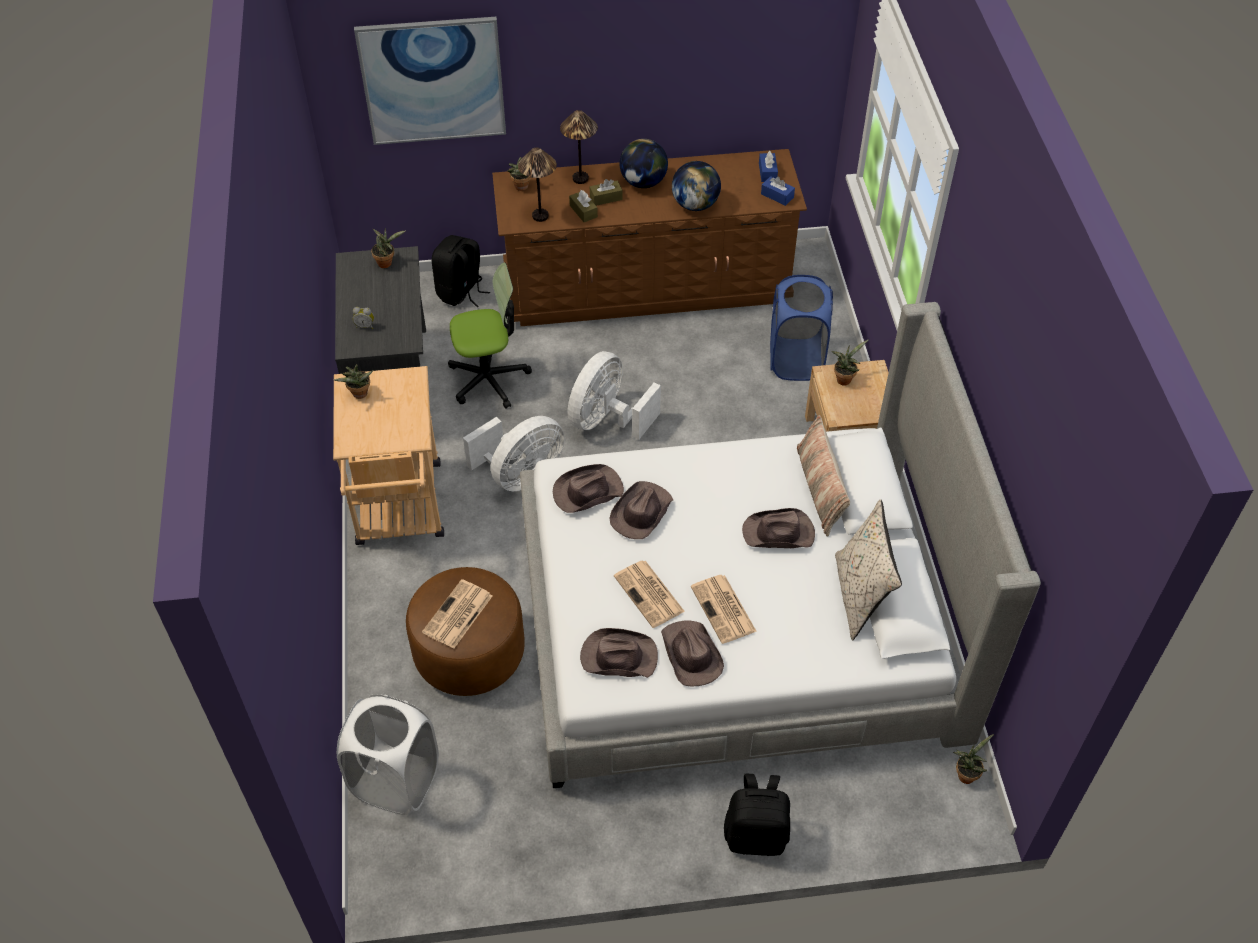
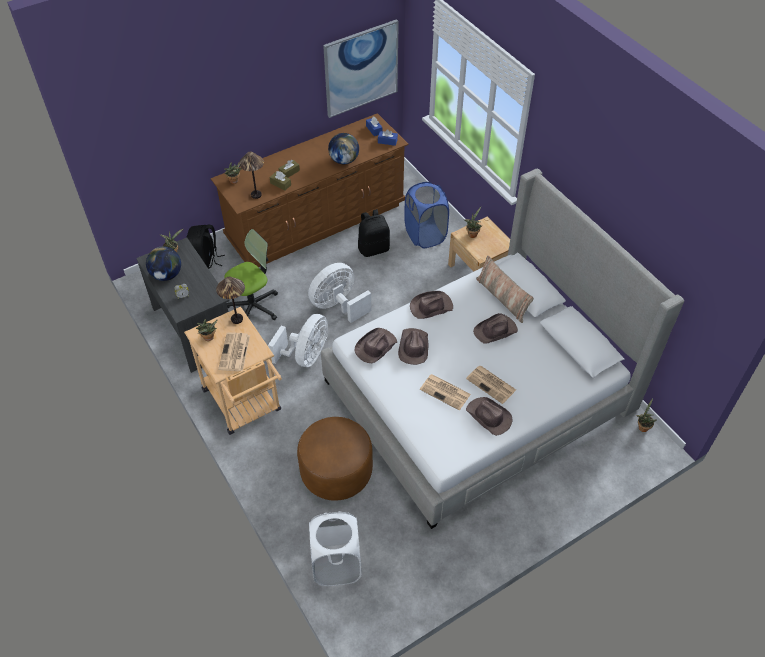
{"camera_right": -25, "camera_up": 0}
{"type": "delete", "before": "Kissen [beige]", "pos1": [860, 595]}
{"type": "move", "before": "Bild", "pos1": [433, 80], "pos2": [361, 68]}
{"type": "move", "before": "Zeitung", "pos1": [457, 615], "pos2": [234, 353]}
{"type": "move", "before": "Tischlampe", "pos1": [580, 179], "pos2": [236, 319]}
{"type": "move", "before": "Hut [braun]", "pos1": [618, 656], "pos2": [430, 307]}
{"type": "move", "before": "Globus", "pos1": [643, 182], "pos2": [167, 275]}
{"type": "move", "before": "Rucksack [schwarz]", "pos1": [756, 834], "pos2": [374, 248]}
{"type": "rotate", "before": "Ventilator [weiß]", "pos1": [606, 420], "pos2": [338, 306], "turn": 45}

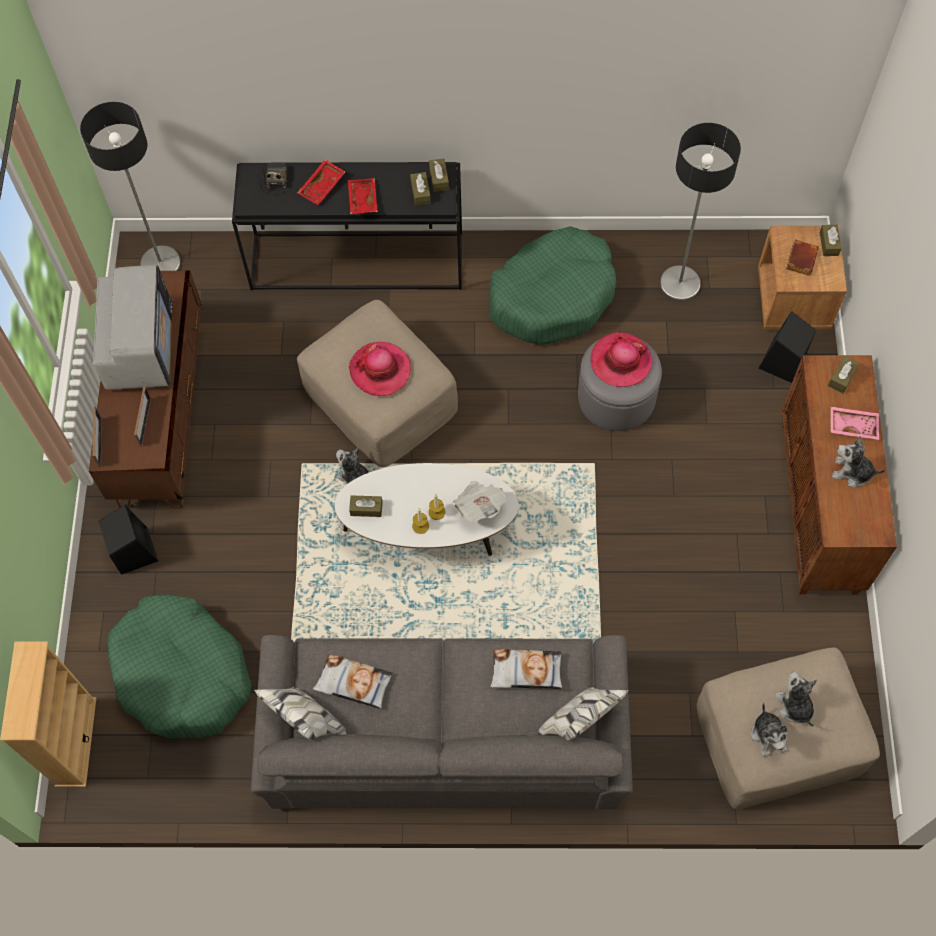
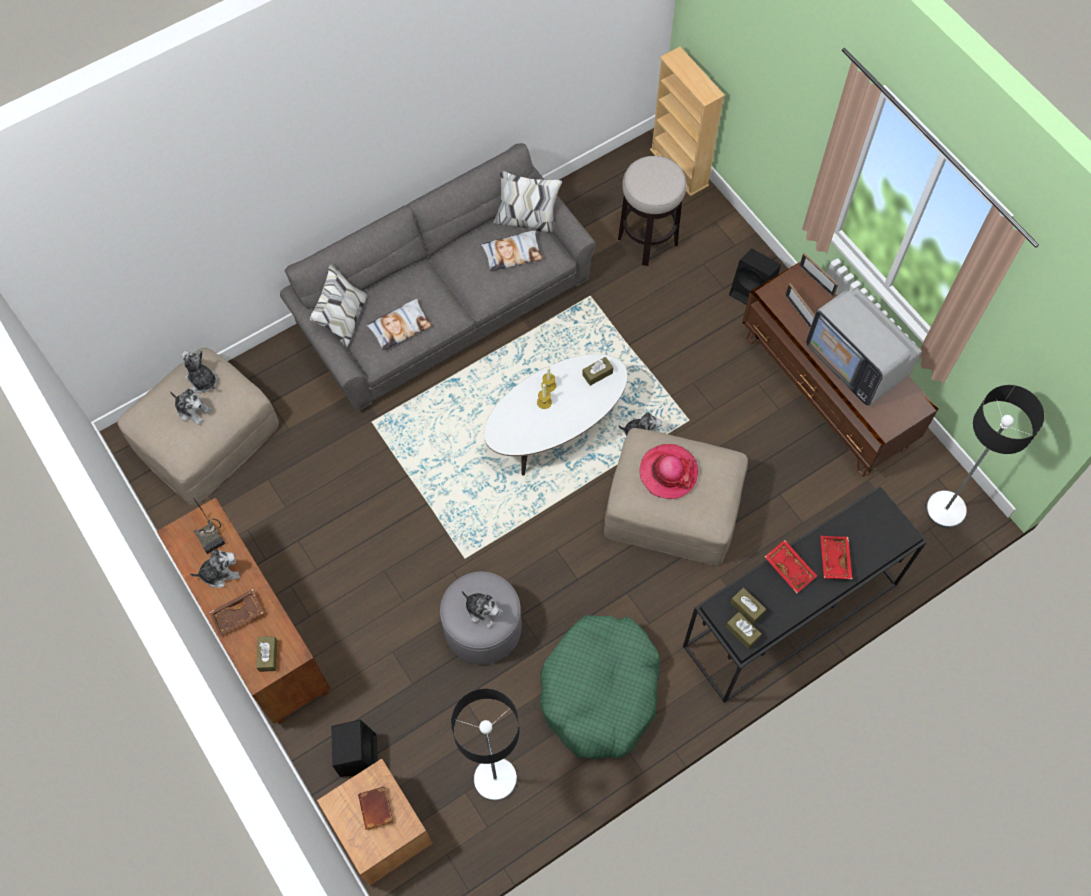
{"camera_right": 145, "camera_up": 0}
{"type": "delete", "before": "Zeitung", "pos1": [479, 506]}
{"type": "delete", "before": "Taschentuchbox [braun]", "pos1": [829, 244]}
{"type": "move", "before": "Radio", "pos1": [274, 179], "pos2": [212, 536]}
{"type": "replace", "before": "Hundebett [grün]", "after": "Hocker", "pos1": [182, 674], "pos2": [648, 240]}
{"type": "replace", "before": "Hut", "after": "Plüschtier", "pos1": [620, 361], "pos2": [483, 610]}
{"type": "recolor", "before": "Tablett [rosa]", "after": "Tablett [braun]", "pos1": [853, 425], "pos2": [238, 615]}

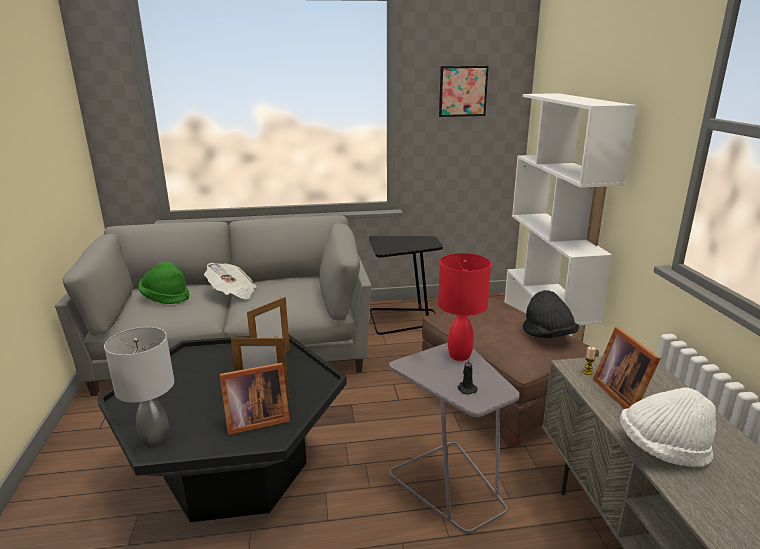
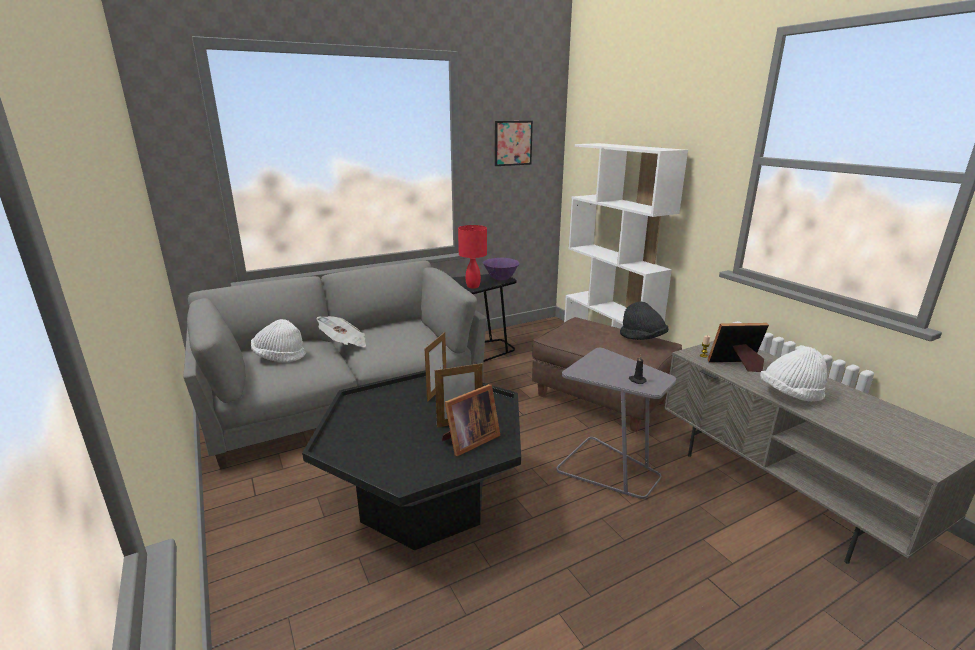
{"camera_right": -20, "camera_up": 0}
{"type": "delete", "before": "Tischlampe [grau]", "pos1": [155, 439]}
{"type": "insert", "after": "Schüssel [lila]", "pos2": [501, 279]}
{"type": "move", "before": "Tischlampe [rot]", "pos1": [460, 355], "pos2": [473, 286]}
{"type": "recolor", "before": "Hut [grün]", "after": "Hut [weiß]", "pos1": [165, 297], "pos2": [279, 356]}
{"type": "rotate", "before": "Bilderrahmen", "pos1": [622, 393], "pos2": [737, 365], "turn": 120}

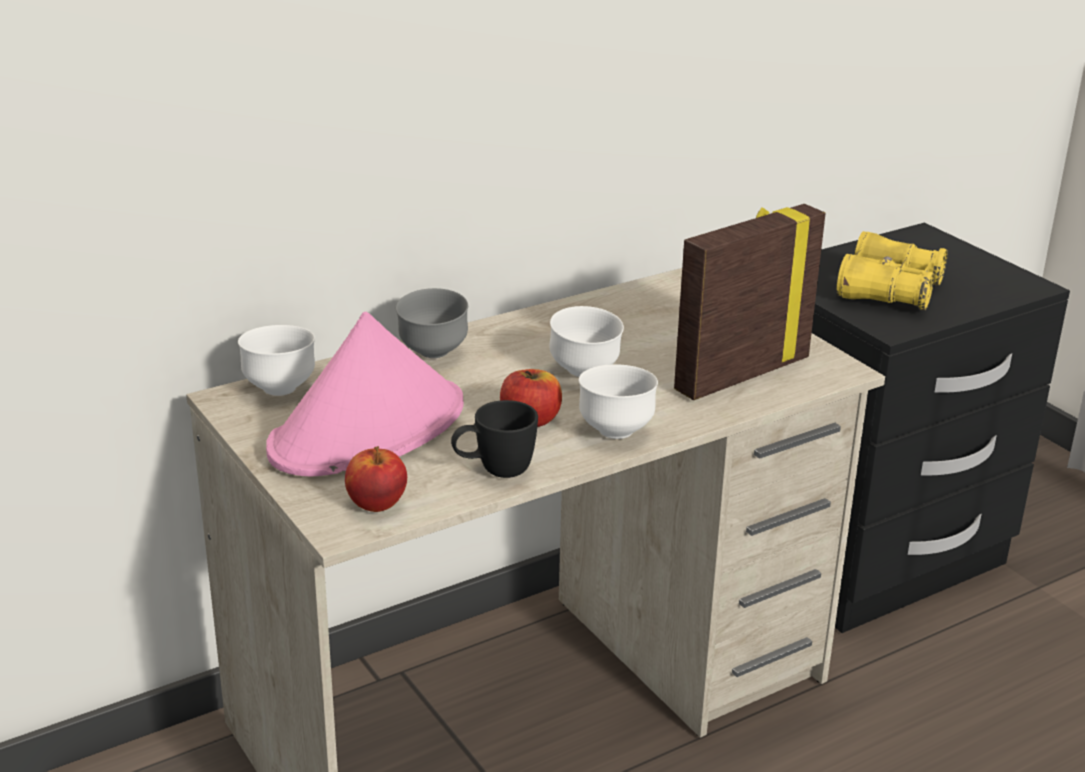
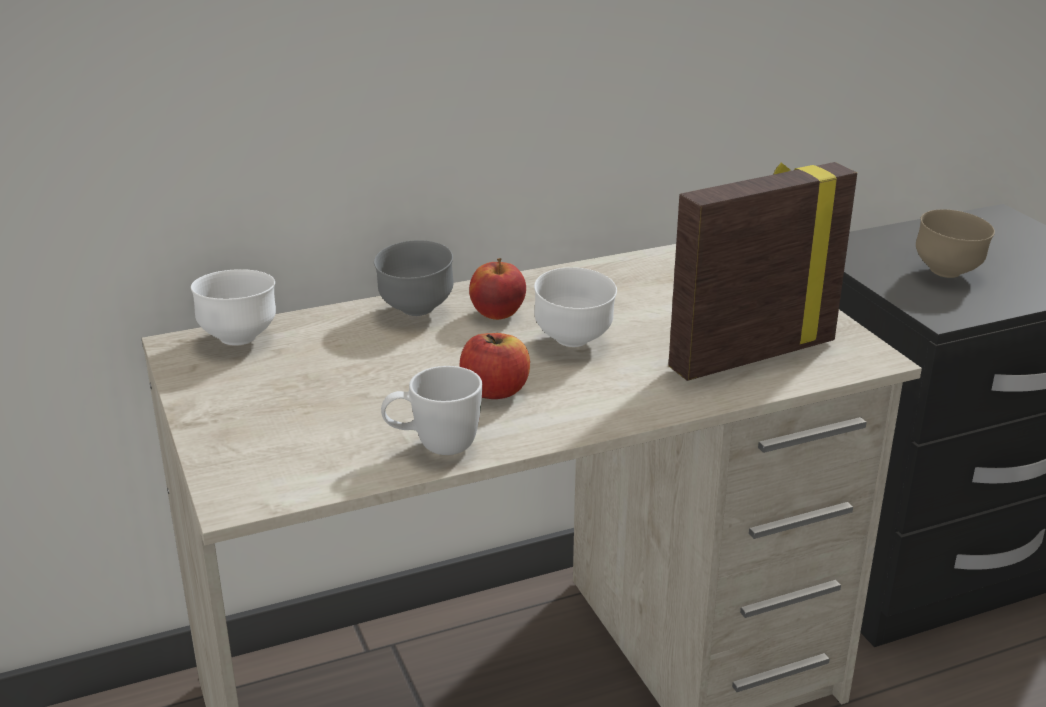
{"camera_right": 10, "camera_up": 0}
{"type": "delete", "before": "Hut [rosa]", "pos1": [369, 429]}
{"type": "delete", "before": "Schüssel [weiß]", "pos1": [615, 431]}
{"type": "move", "before": "Apfel", "pos1": [376, 504], "pos2": [497, 314]}
{"type": "replace", "before": "Fernglas [gelb]", "after": "Schüssel [braun]", "pos1": [889, 291], "pos2": [948, 273]}
{"type": "recolor", "before": "Henkelbecher [schwarz]", "after": "Henkelbecher [weiß]", "pos1": [494, 472], "pos2": [433, 447]}

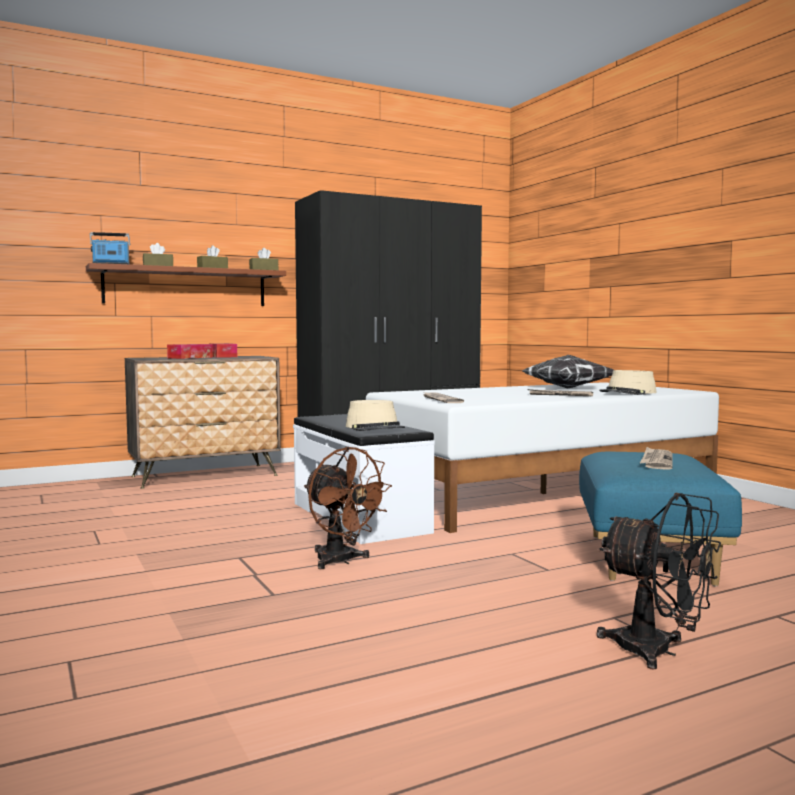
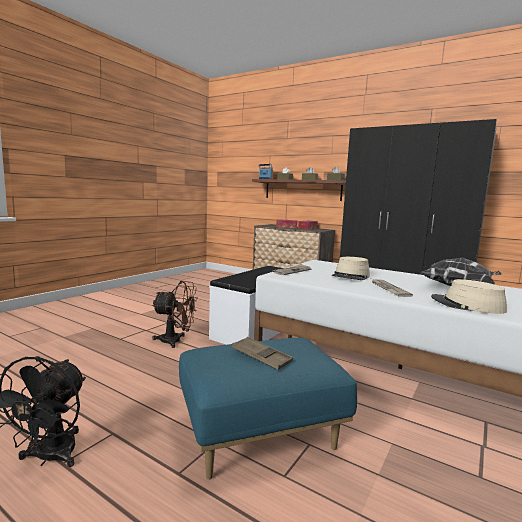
{"camera_right": 60, "camera_up": 5}
{"type": "move", "before": "Hut [beige]", "pos1": [375, 428], "pos2": [351, 276]}
{"type": "replace", "before": "Zeitung", "after": "Tablett [braun]", "pos1": [656, 461], "pos2": [261, 357]}
{"type": "rotate", "before": "Ventilator [braun]", "pos1": [341, 561], "pos2": [176, 341], "turn": -105}

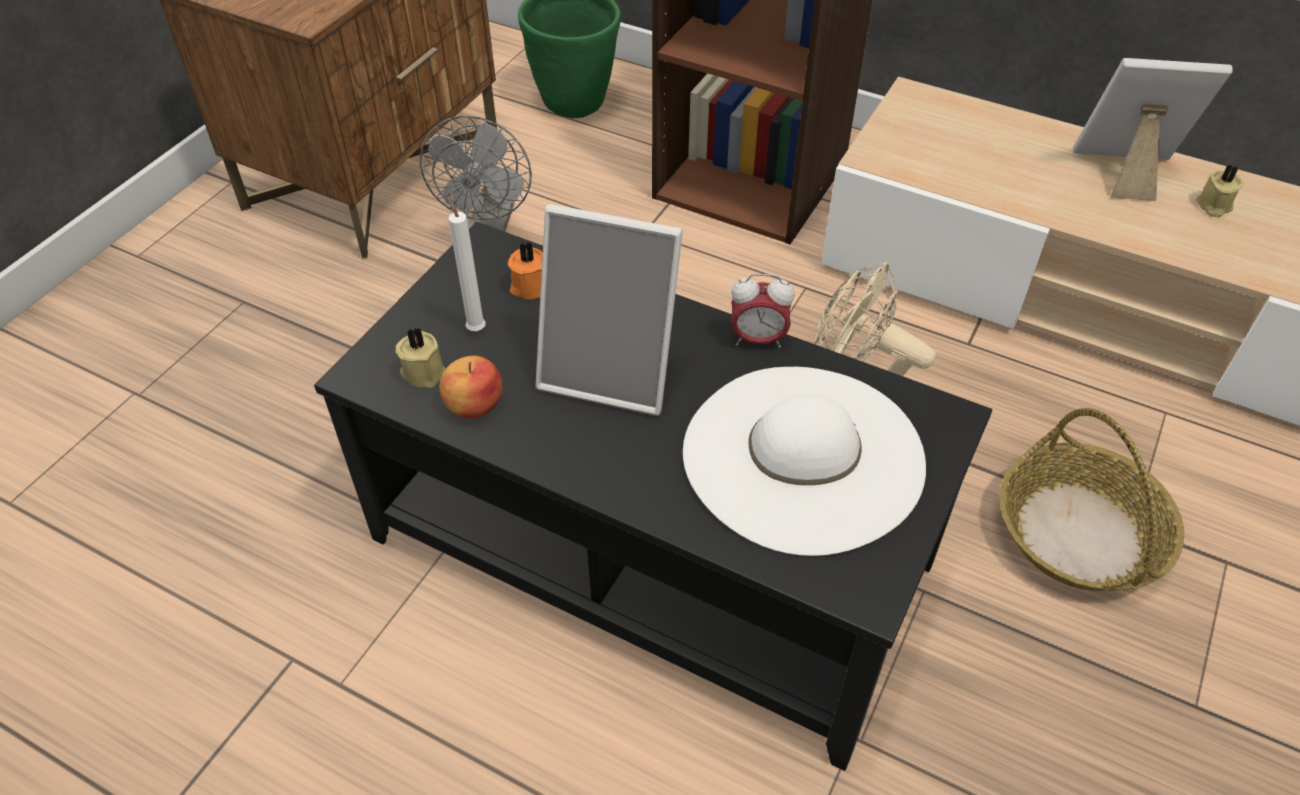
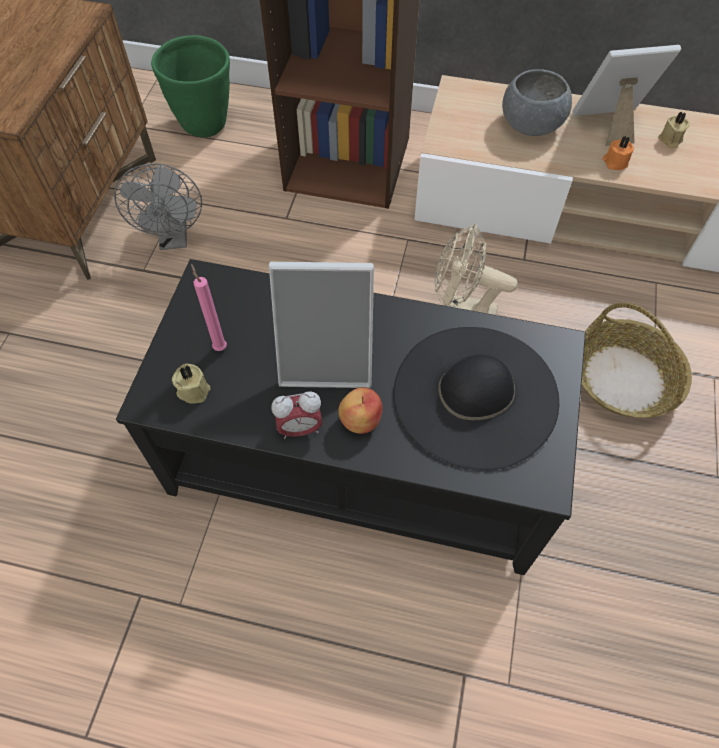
{"camera_right": -15, "camera_up": 10}
{"type": "insert", "after": "Schüssel [grau]", "pos2": [531, 124]}
{"type": "move", "before": "Apfel", "pos1": [474, 404], "pos2": [360, 419]}
{"type": "move", "before": "Kerze [orange]", "pos1": [529, 285], "pos2": [614, 162]}
{"type": "move", "before": "Wecker", "pos1": [758, 339], "pos2": [300, 429]}
{"type": "recolor", "before": "Kerze [weiß]", "after": "Kerze [rosa]", "pos1": [476, 328], "pos2": [219, 346]}
{"type": "recolor", "before": "Hut [weiß]", "after": "Hut [schwarz]", "pos1": [803, 456], "pos2": [475, 395]}

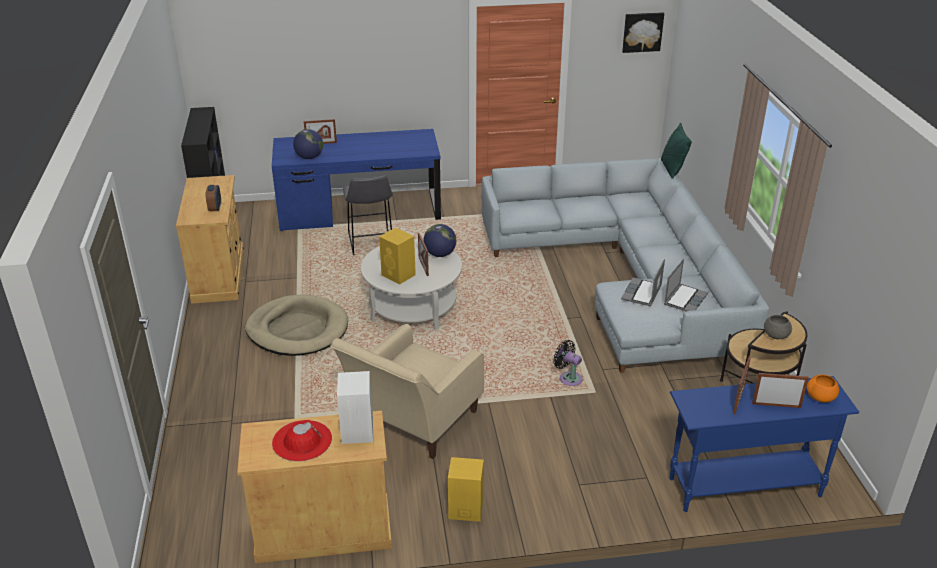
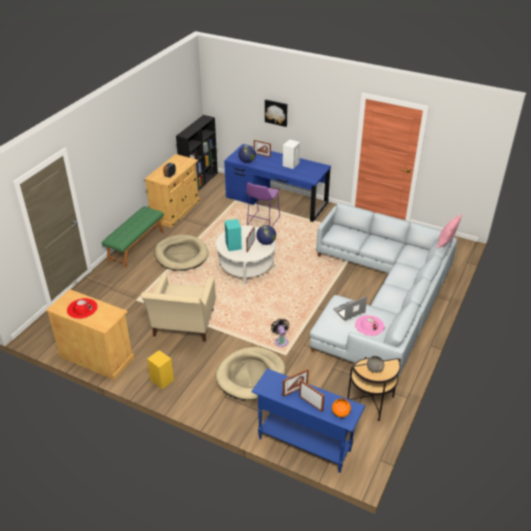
{"camera_right": 35, "camera_up": 5}
{"type": "insert", "after": "Bank [grün]", "pos2": [136, 246]}
{"type": "insert", "after": "Hundebett [beige]", "pos2": [250, 375]}
{"type": "move", "before": "Lautsprecher [weiß]", "pos1": [357, 430], "pos2": [291, 164]}
{"type": "move", "before": "Bild", "pos1": [642, 32], "pos2": [276, 112]}
{"type": "replace", "before": "Laptop", "after": "Hut [rosa]", "pos1": [685, 299], "pos2": [369, 325]}
{"type": "recolor", "before": "Hocker [grau]", "after": "Hocker [lila]", "pos1": [370, 243], "pos2": [262, 222]}
{"type": "recolor", "before": "Lautsprecher [gelb]", "after": "Lautsprecher [türkis]", "pos1": [399, 275], "pos2": [233, 246]}
{"type": "recolor", "before": "Kissen [grün]", "after": "Kissen [rosa]", "pos1": [672, 169], "pos2": [446, 242]}
{"type": "rotate", "before": "Sessel [beige]", "pos1": [412, 422], "pos2": [183, 326], "turn": -60}

